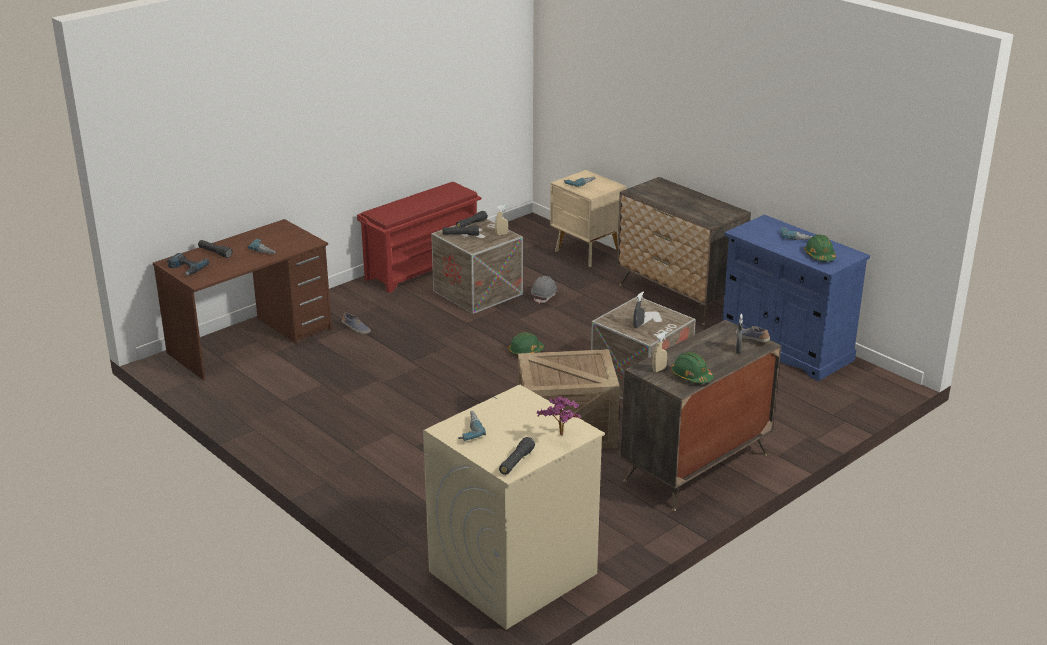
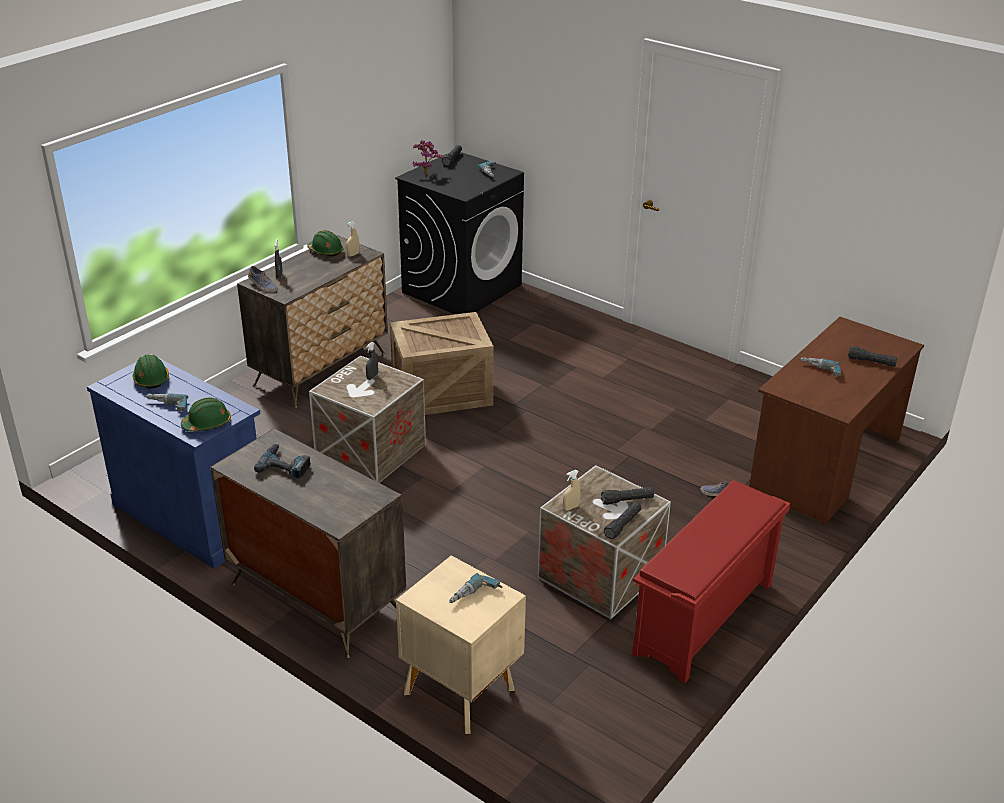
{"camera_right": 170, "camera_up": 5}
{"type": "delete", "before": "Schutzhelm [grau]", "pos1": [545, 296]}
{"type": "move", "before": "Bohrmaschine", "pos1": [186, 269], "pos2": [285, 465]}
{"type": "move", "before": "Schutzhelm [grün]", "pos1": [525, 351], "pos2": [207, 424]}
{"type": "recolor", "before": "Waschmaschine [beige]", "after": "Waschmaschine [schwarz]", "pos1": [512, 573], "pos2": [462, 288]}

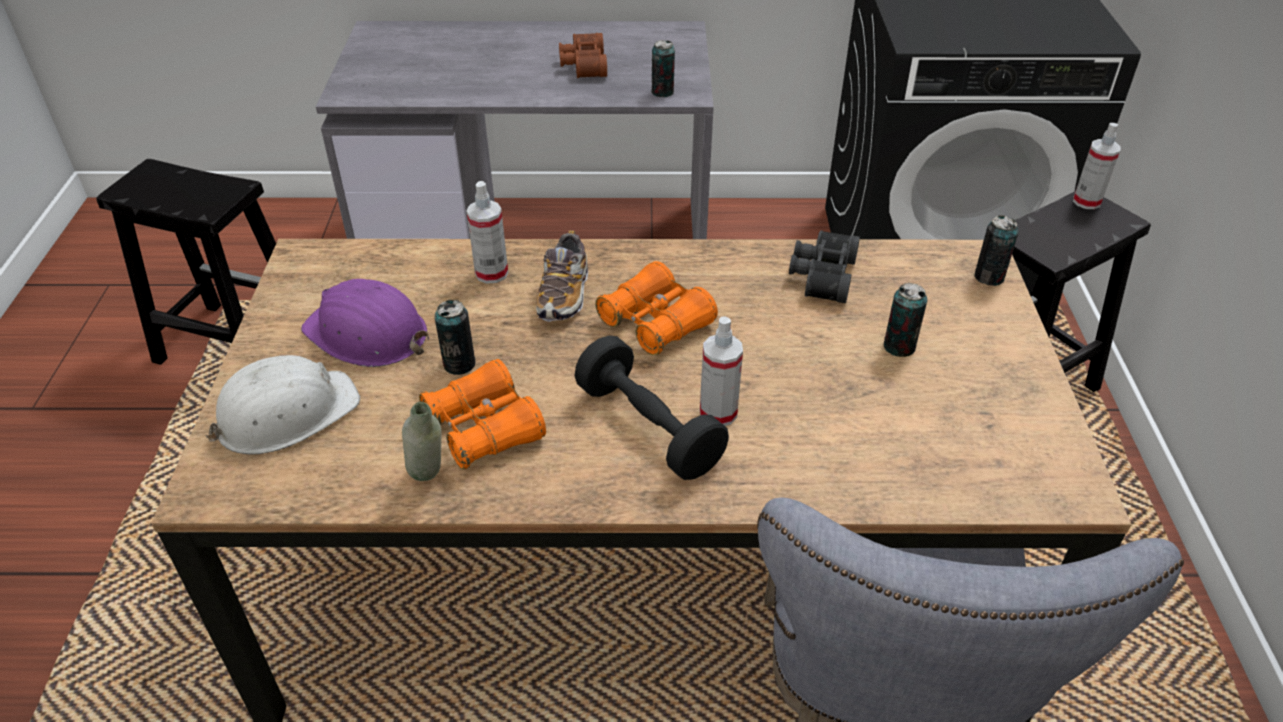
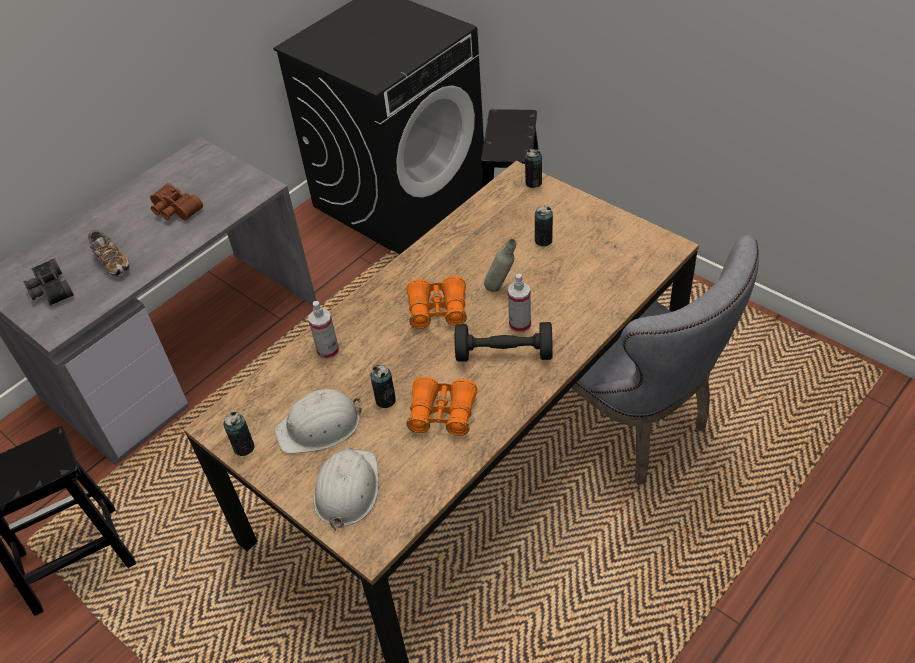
{"camera_right": -45, "camera_up": 5}
{"type": "delete", "before": "Sprühflasche", "pos1": [1086, 201]}
{"type": "move", "before": "Flasche [grau]", "pos1": [430, 482], "pos2": [501, 289]}
{"type": "move", "before": "Schuh", "pos1": [564, 295], "pos2": [112, 262]}
{"type": "move", "before": "Dose", "pos1": [662, 92], "pos2": [244, 447]}
{"type": "move", "before": "Fernglas [schwarz]", "pos1": [821, 275], "pos2": [49, 290]}
{"type": "recolor", "before": "Schutzhelm [lila]", "after": "Schutzhelm [weiß]", "pos1": [367, 334], "pos2": [320, 427]}

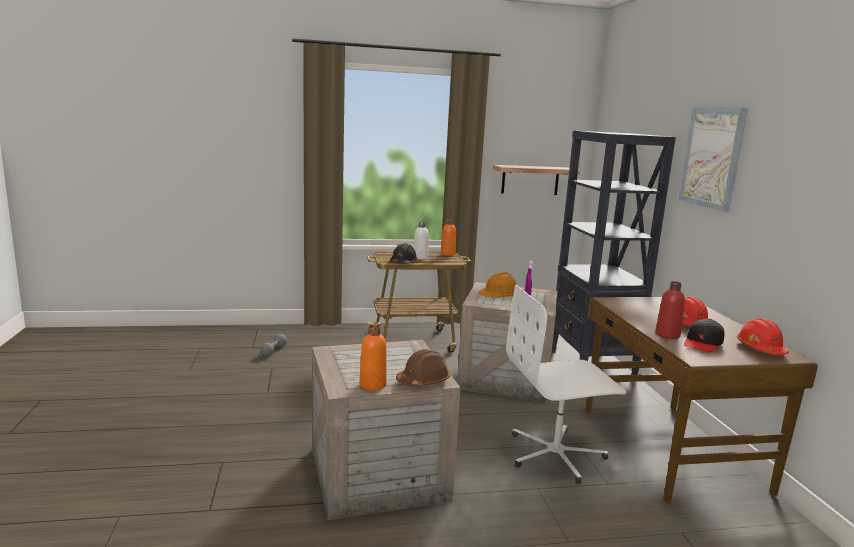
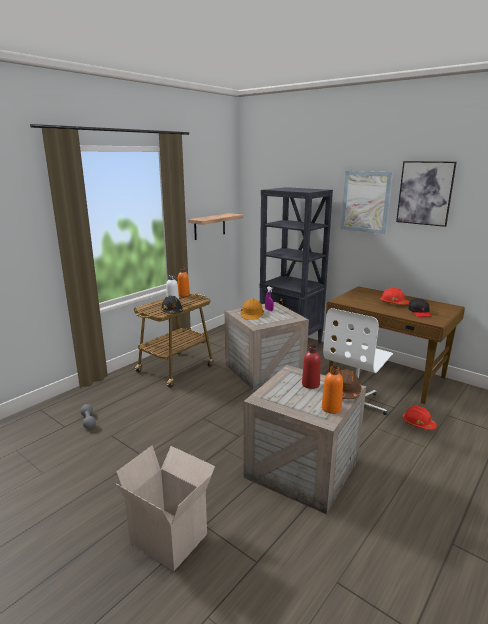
{"camera_right": -40, "camera_up": 5}
{"type": "insert", "after": "Karton", "pos2": [171, 537]}
{"type": "insert", "after": "Bild", "pos2": [425, 193]}
{"type": "move", "before": "Flasche [rot]", "pos1": [667, 335], "pos2": [310, 384]}
{"type": "move", "before": "Schutzhelm [rot]", "pos1": [760, 349], "pos2": [418, 423]}

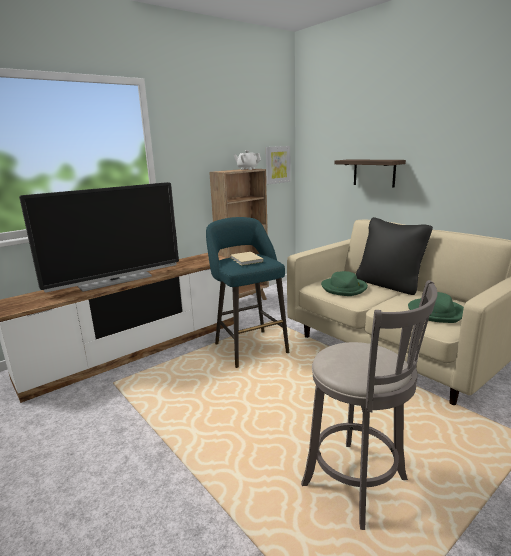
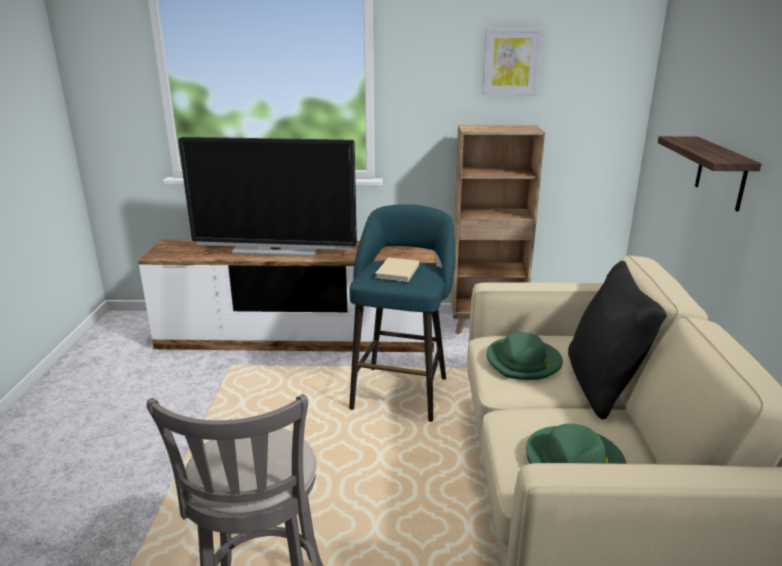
{"camera_right": 40, "camera_up": 5}
{"type": "delete", "before": "Teekanne [weiß]", "pos1": [247, 169]}
{"type": "move", "before": "Bild", "pos1": [277, 164], "pos2": [511, 62]}

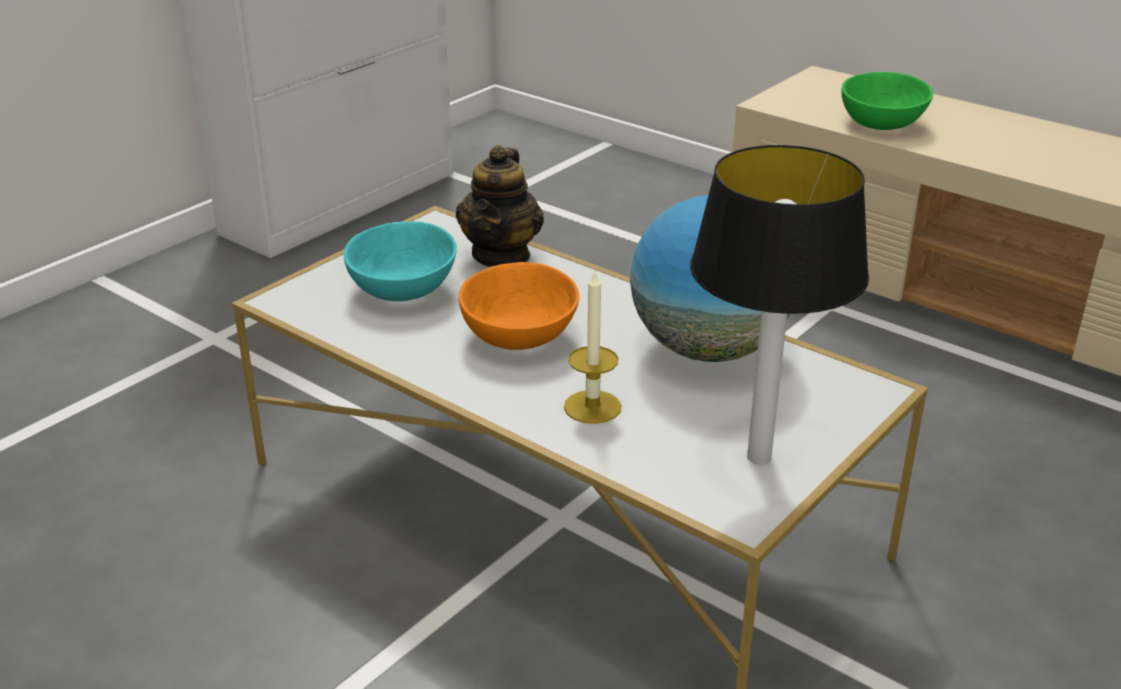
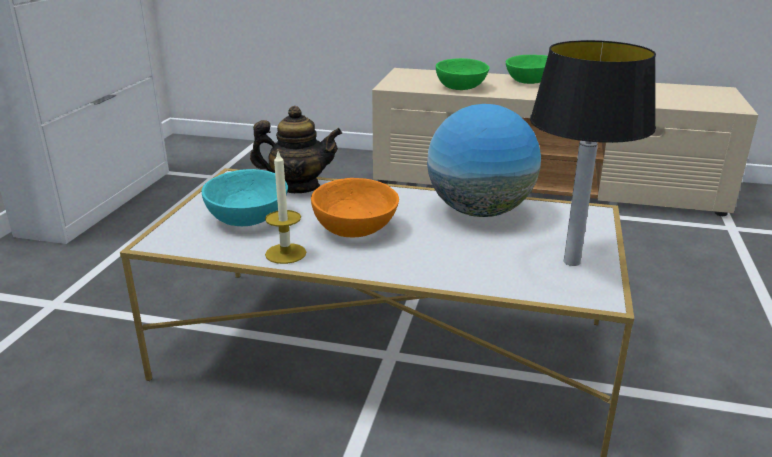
{"camera_right": -25, "camera_up": -5}
{"type": "insert", "after": "Schüssel [grün]", "pos2": [530, 81]}
{"type": "move", "before": "Kerze", "pos1": [592, 407], "pos2": [285, 253]}
{"type": "rotate", "before": "Teekanne", "pos1": [502, 255], "pos2": [298, 187], "turn": -75}

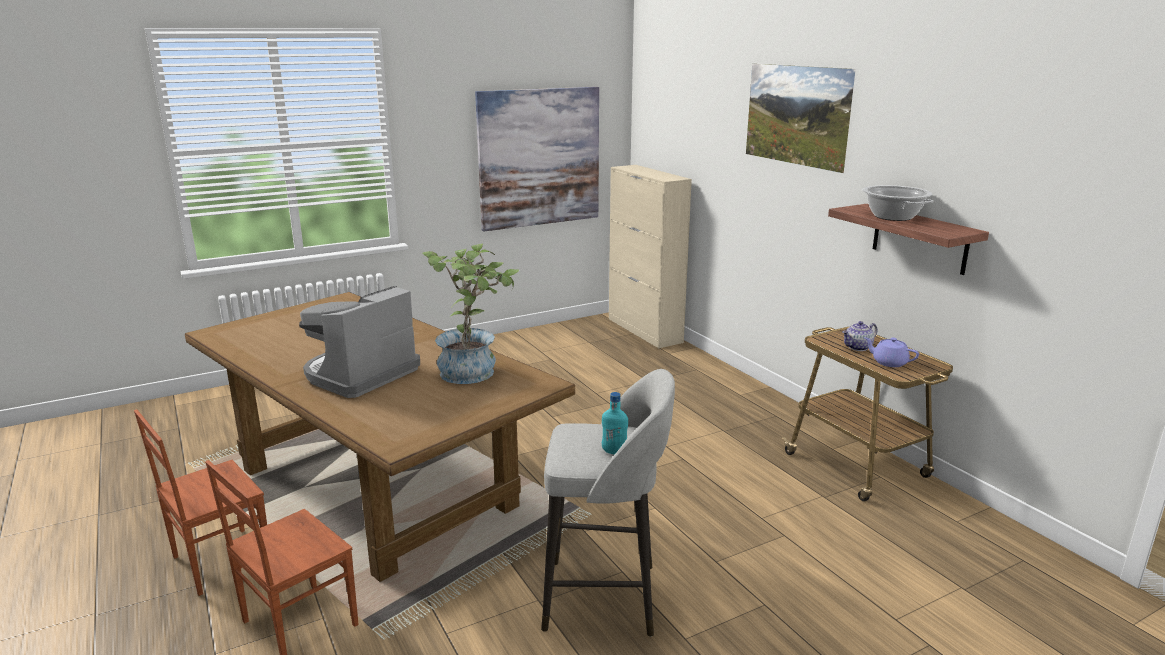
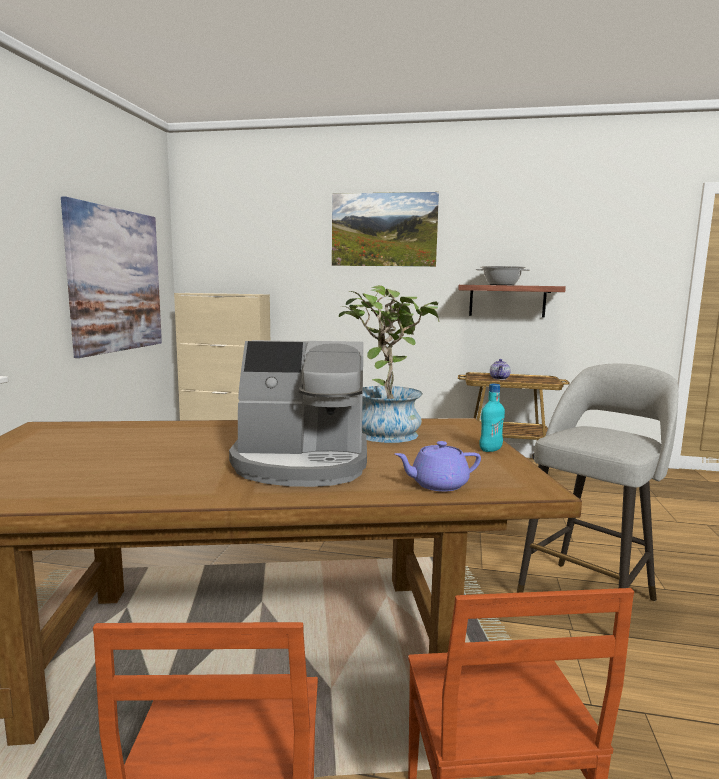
{"camera_right": -50, "camera_up": -10}
{"type": "move", "before": "Flasche [türkis]", "pos1": [614, 452], "pos2": [490, 450]}
{"type": "move", "before": "Teekanne [lila]", "pos1": [888, 362], "pos2": [437, 485]}
{"type": "rotate", "before": "Kaffeemaschine", "pos1": [360, 374], "pos2": [302, 464], "turn": -75}

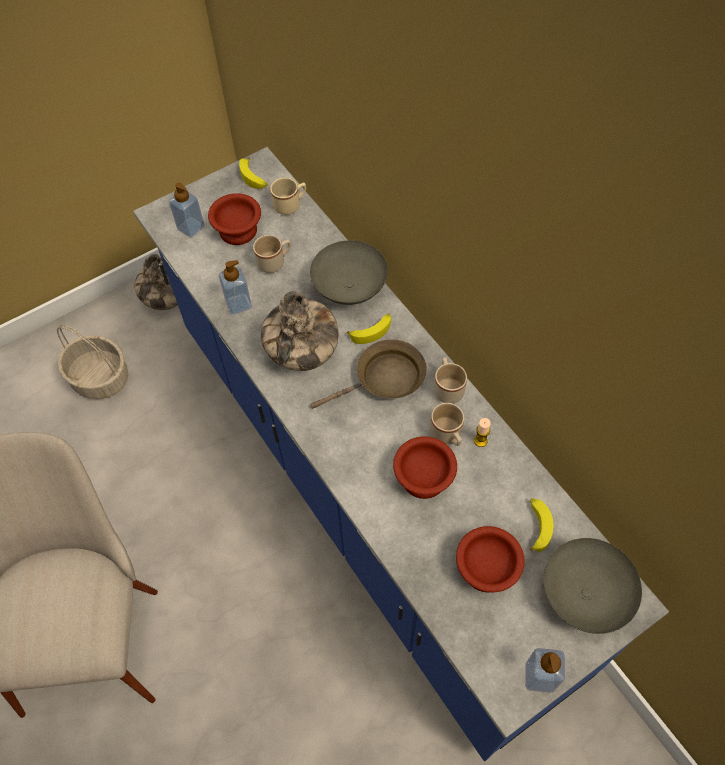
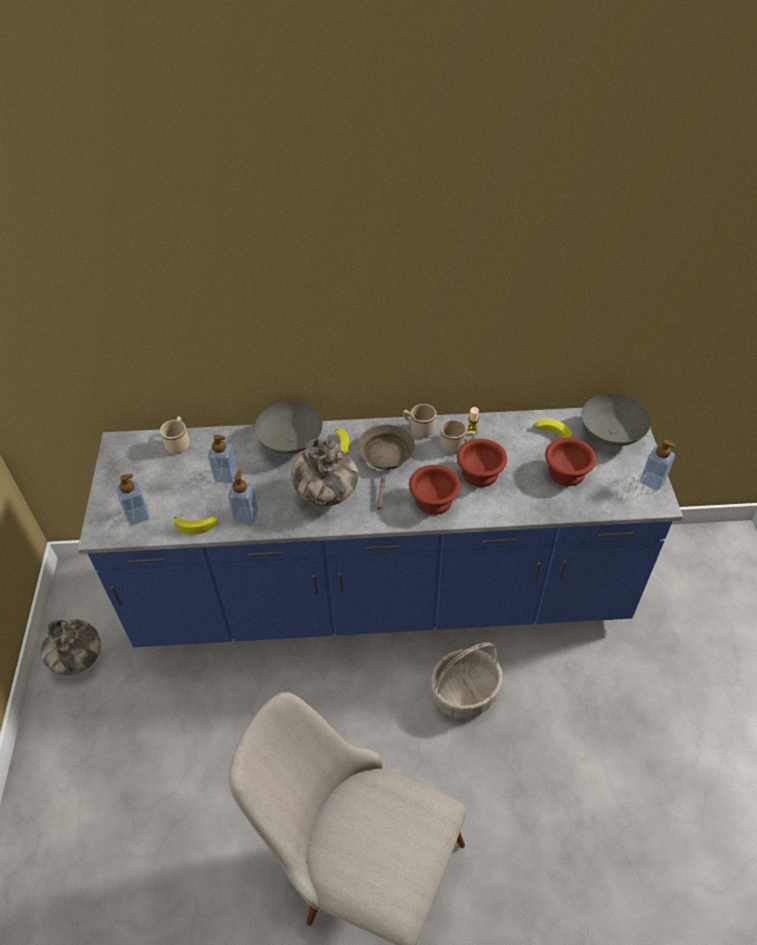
{"camera_right": -60, "camera_up": -10}
{"type": "move", "before": "Korb", "pos1": [101, 378], "pos2": [464, 693]}
{"type": "move", "before": "Schüssel [braun]", "pos1": [239, 230], "pos2": [433, 499]}
{"type": "move", "before": "Banane", "pos1": [254, 178], "pos2": [197, 525]}
{"type": "replace", "before": "Henkelbecher [beige]", "after": "Seifenspender", "pos1": [275, 262], "pos2": [225, 476]}

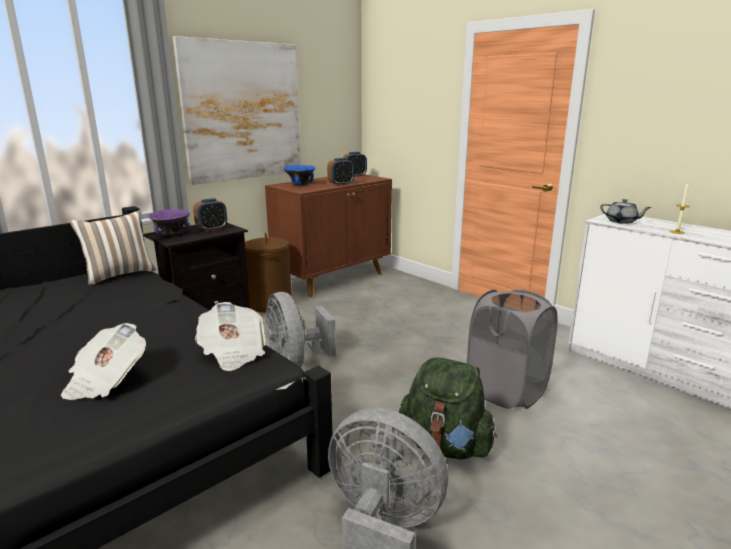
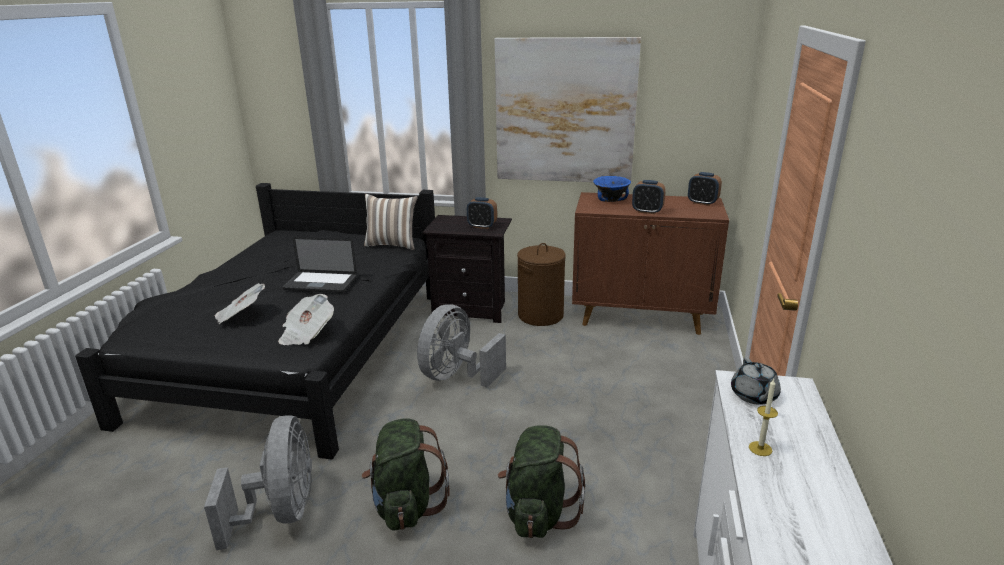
{"camera_right": 55, "camera_up": 5}
{"type": "delete", "before": "Schüssel [lila]", "pos1": [171, 234]}
{"type": "insert", "after": "Laptop", "pos2": [320, 283]}
{"type": "replace", "before": "Wäschekorb [grau]", "after": "Rucksack [grün]", "pos1": [506, 391], "pos2": [538, 513]}

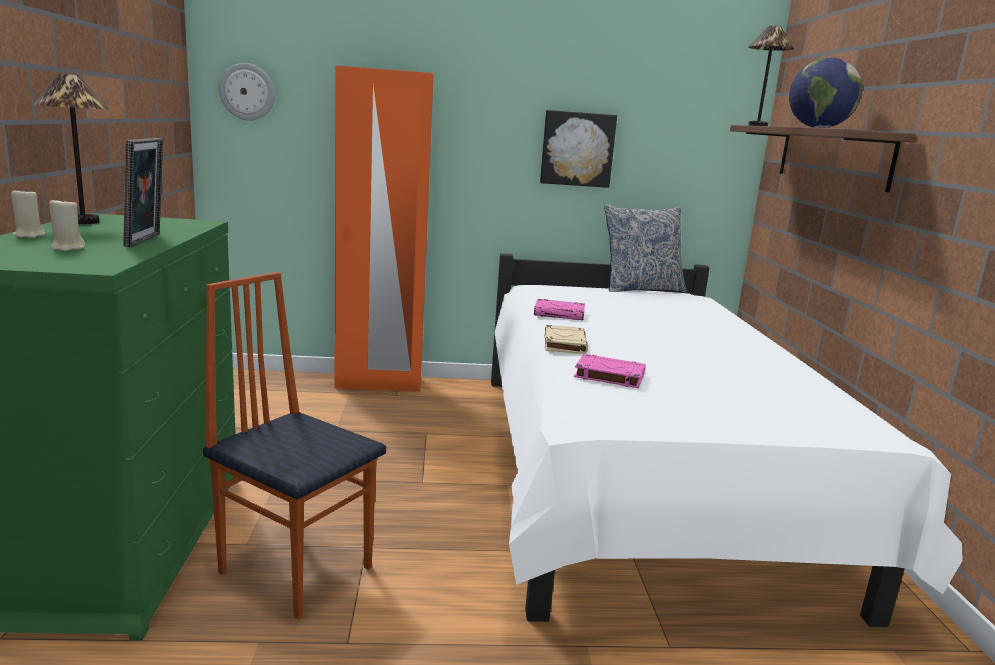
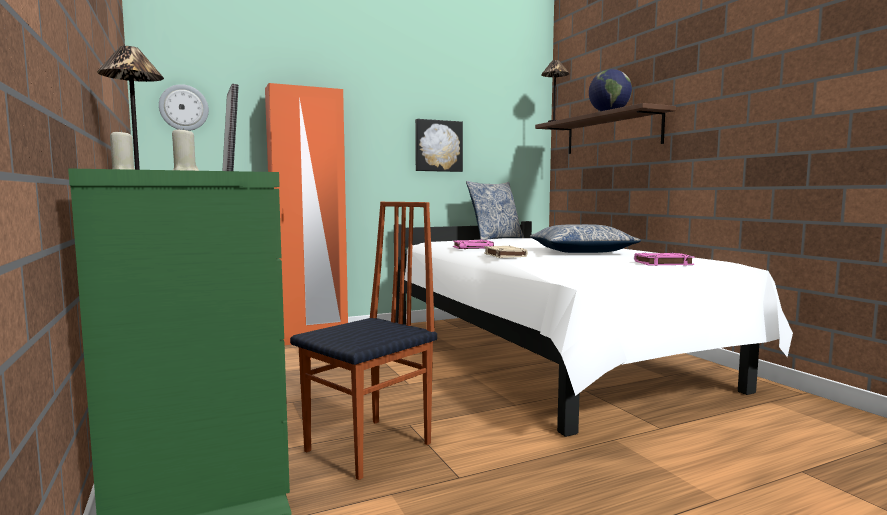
{"camera_right": -20, "camera_up": -10}
{"type": "insert", "after": "Kissen", "pos2": [580, 251]}
{"type": "move", "before": "Buch [rosa]", "pos1": [608, 376], "pos2": [662, 263]}
{"type": "rotate", "before": "Stuhl", "pos1": [297, 568], "pos2": [371, 447], "turn": 120}

